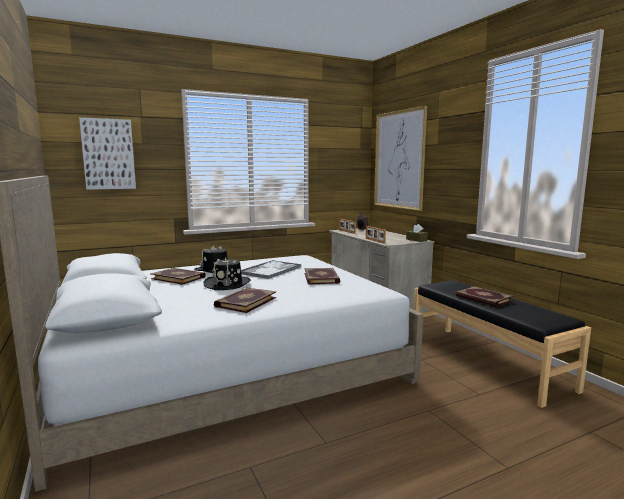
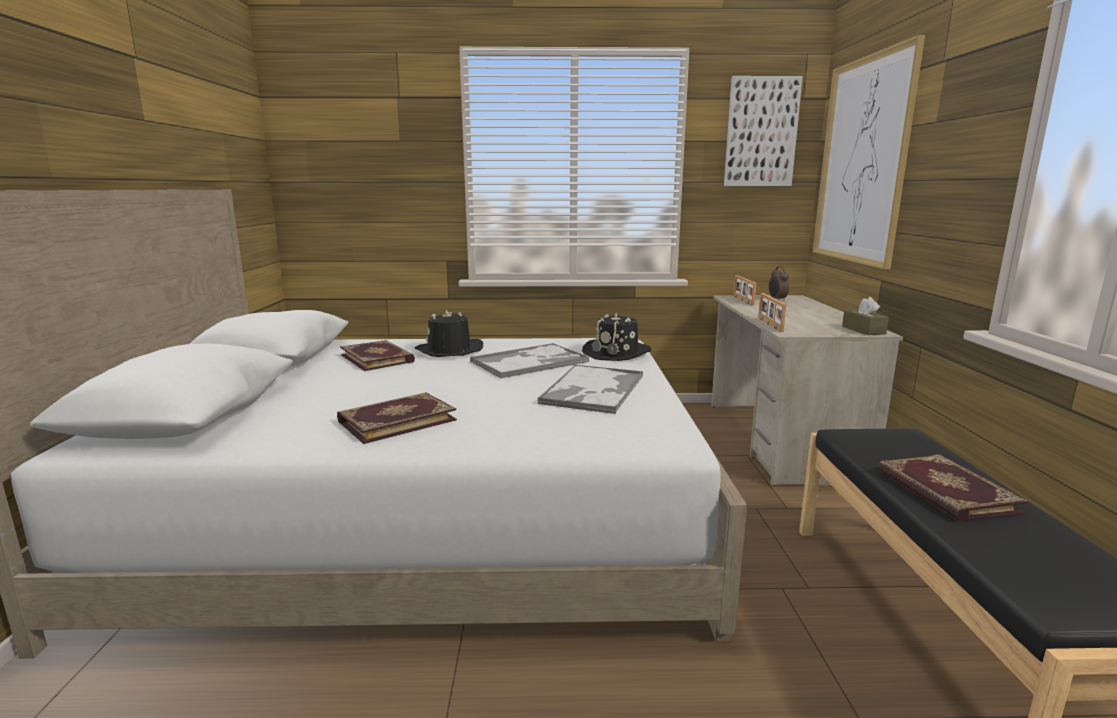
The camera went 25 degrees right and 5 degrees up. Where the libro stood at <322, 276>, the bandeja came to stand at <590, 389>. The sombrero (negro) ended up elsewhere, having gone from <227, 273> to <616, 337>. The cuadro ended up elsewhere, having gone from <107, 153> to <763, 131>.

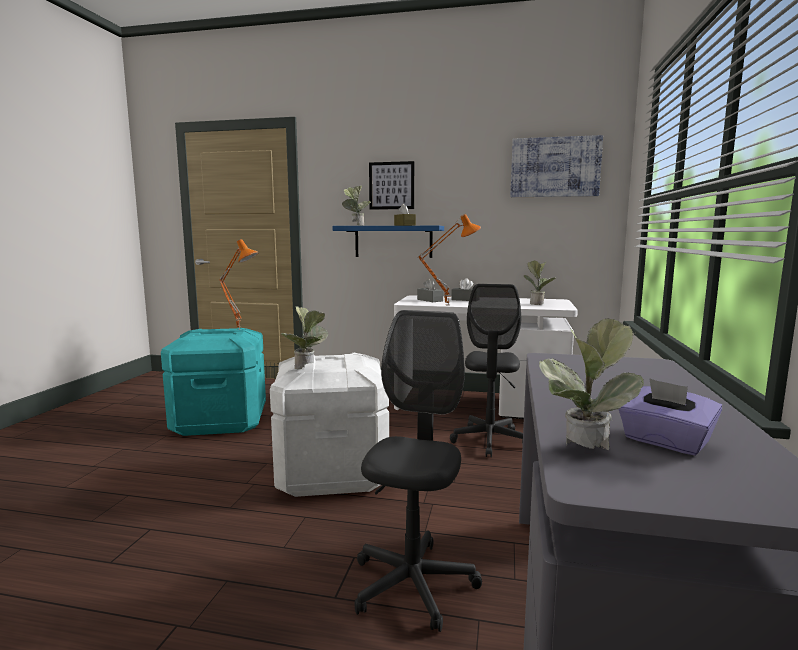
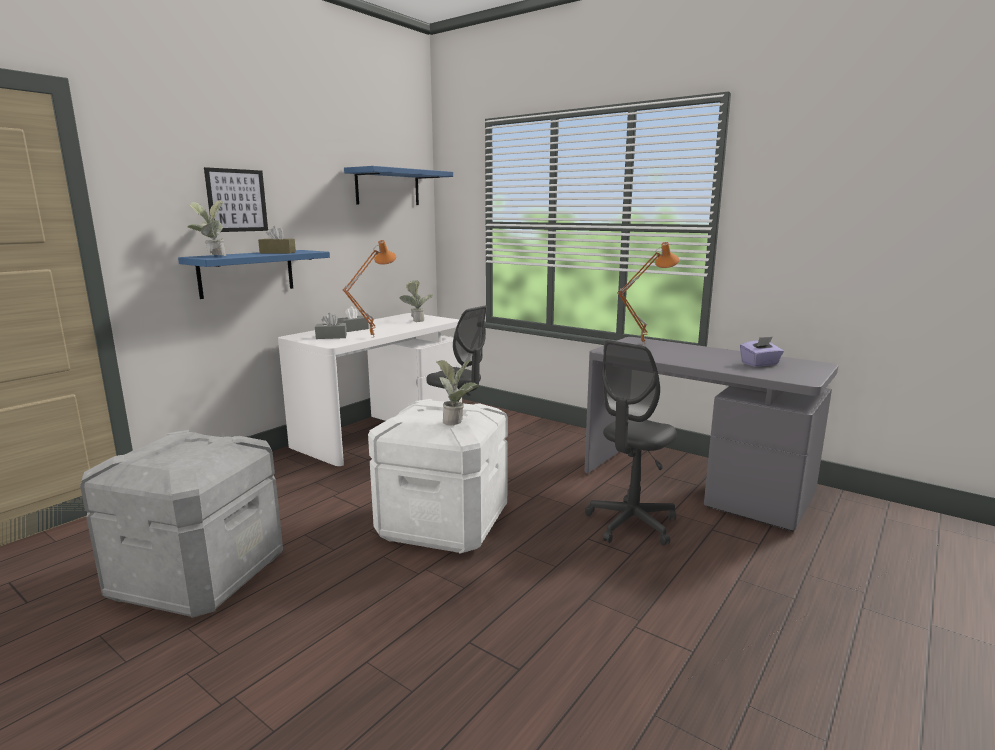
The camera went 65 degrees left and 5 degrees up. What was the caja de almacenaje (turquesa) at <213, 382> turned into the caja de almacenaje (gris) at <181, 524>. Where the cuadro hung at <556, 166>, the estante (azul) came to hang at <398, 185>. The silla de oficina (gris) at <418, 471> ended up facing another way, 90 degrees counterclockwise from before. The lámpara de mesa (naranja) ended up elsewhere, having gone from <239, 284> to <648, 293>. The second view lost the planta en maceta at <591, 384>.

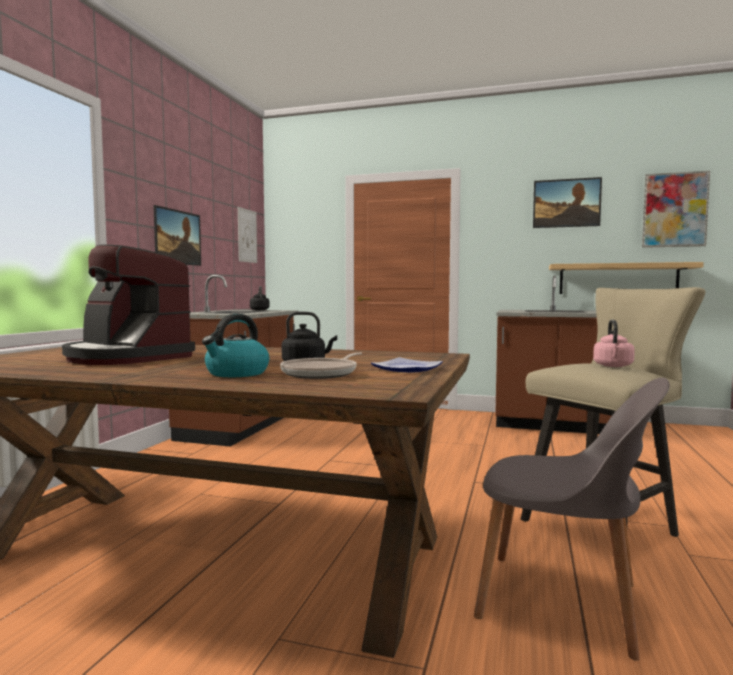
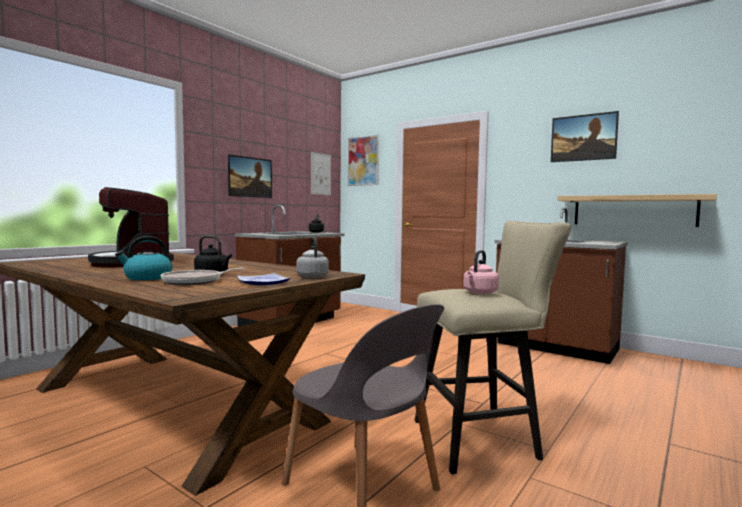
The camera went 20 degrees right and 0 degrees up. The second view gained the hervidor (gris) at <312, 257>. The cuadro ended up elsewhere, having gone from <676, 209> to <363, 160>.

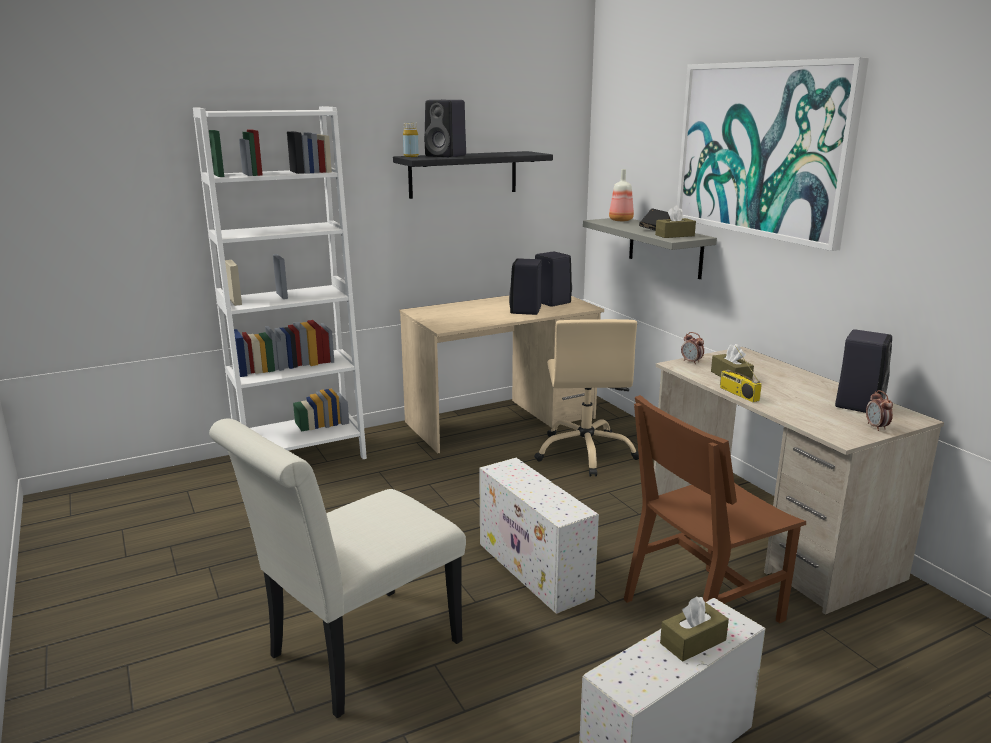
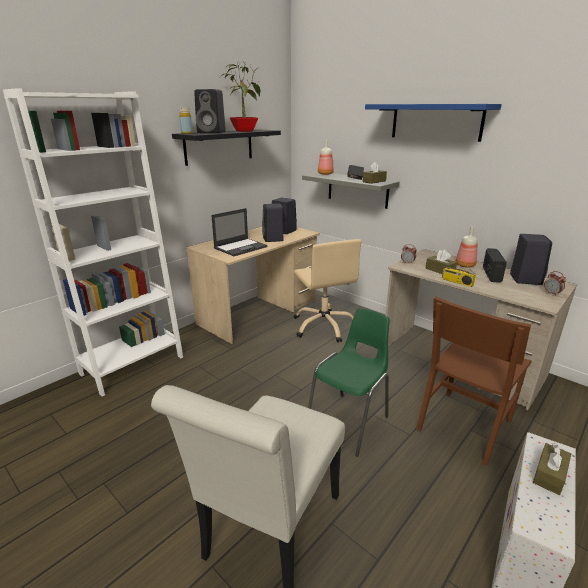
The camera went 20 degrees left and 5 degrees up. The second view gained the portátil at <239, 232>. The second view gained the planta en maceta at <240, 97>. Where the caja de almacenaje (blanco) stood at <539, 536>, the silla (verde) came to stand at <349, 382>. Where the cuadro hung at <773, 154>, the estante (azul) came to hang at <433, 123>. The second view gained the botella at <467, 247>. The second view gained the radio at <495, 265>.

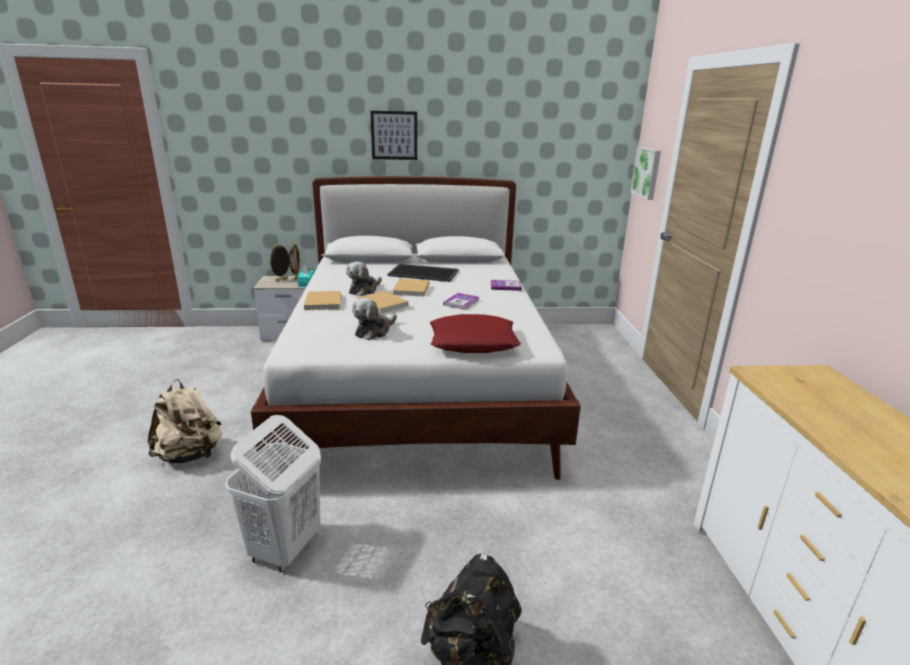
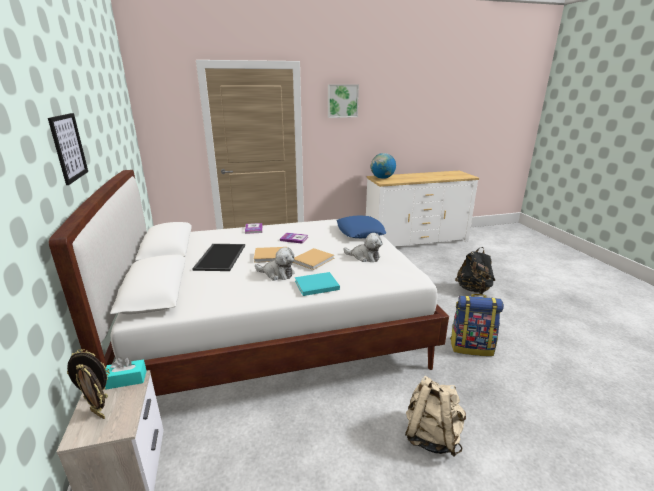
The camera went 100 degrees left and 0 degrees up. What was the libro (beis) at <323, 300> turned into the libro (turquesa) at <317, 284>. The cuadro ended up elsewhere, having gone from <646, 173> to <343, 101>. What was the cojín (rojo) at <475, 333> turned into the cojín (azul) at <361, 226>. The second view gained the globo terráqueo at <383, 166>. Where the cesto de la ropa (blanco) stood at <273, 493>, the mochila came to stand at <477, 325>.

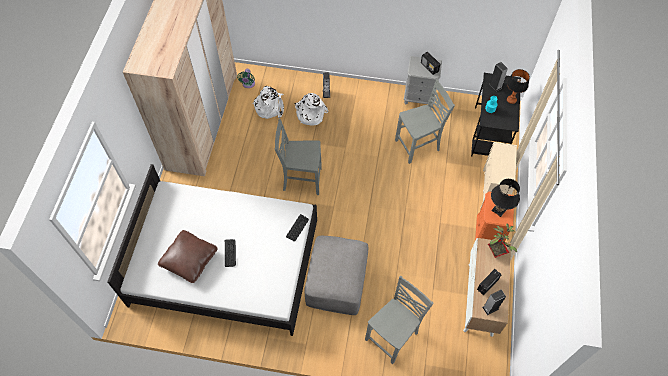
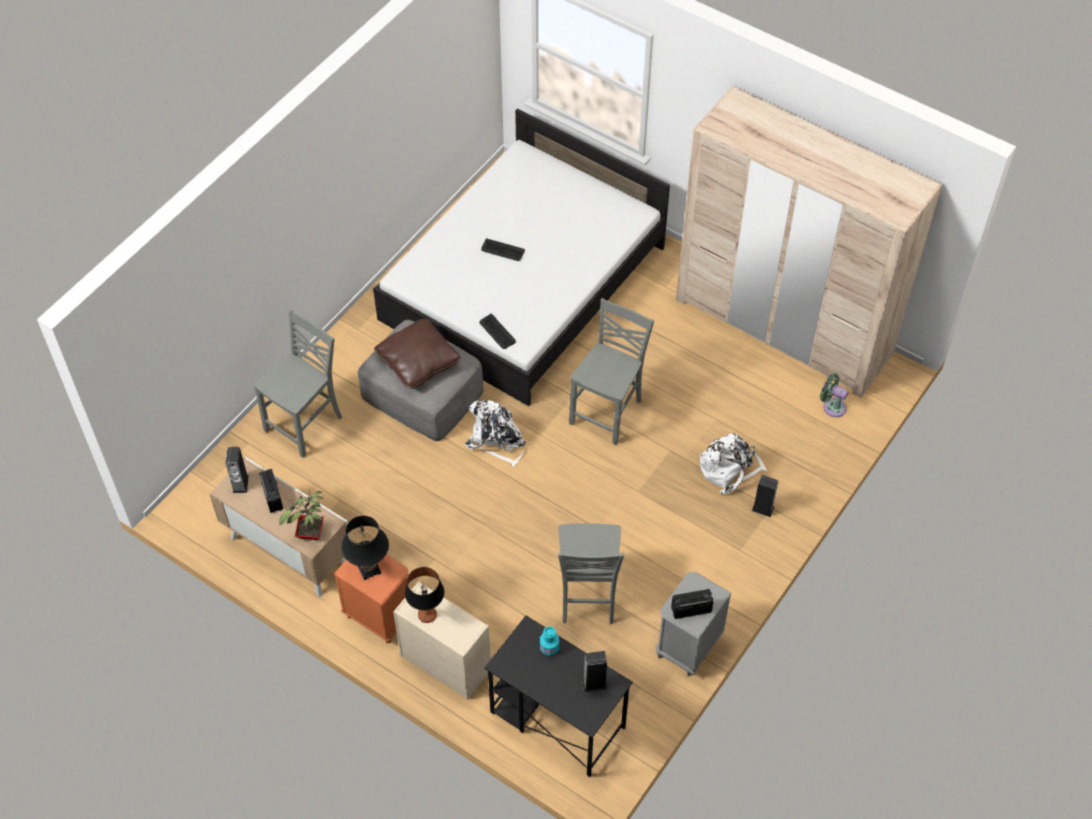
The camera went 115 degrees right and 5 degrees down. The silla (gris) at <399, 320> ended up facing another way, 120 degrees counterclockwise from before. The cojín (marrón) ended up elsewhere, having gone from <187, 256> to <417, 353>. The lámpara de mesa ended up elsewhere, having gone from <518, 86> to <424, 595>. The mochila (blanco) ended up elsewhere, having gone from <268, 102> to <495, 433>.

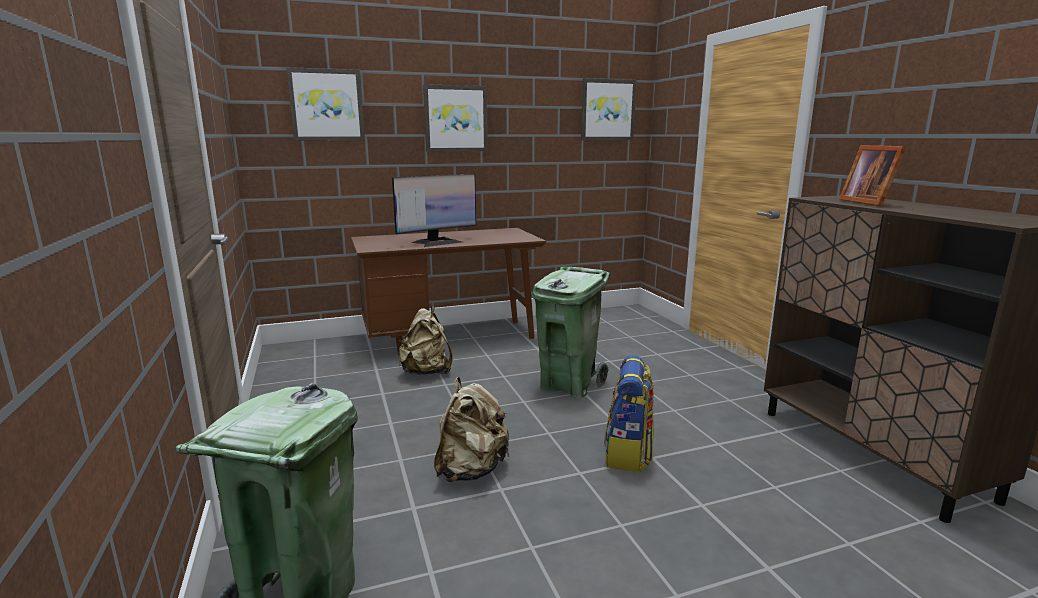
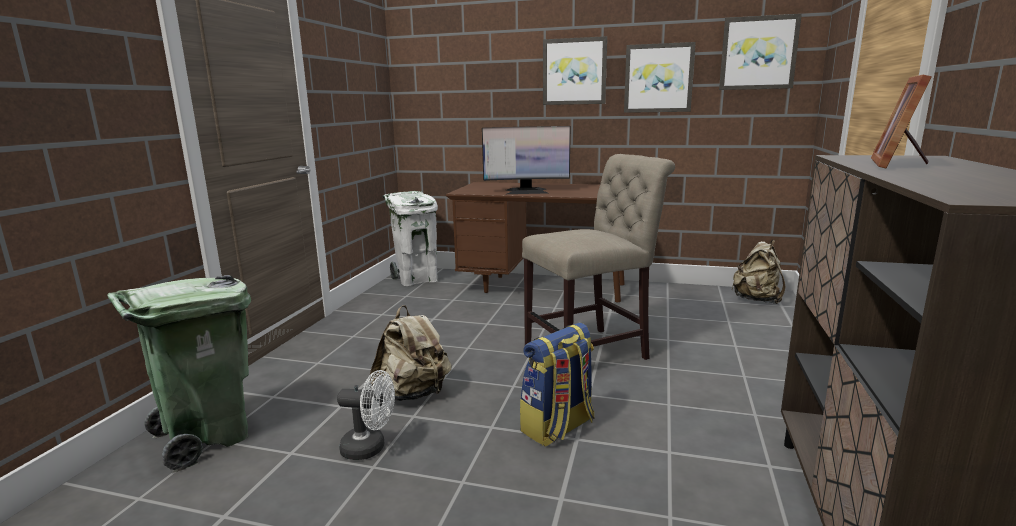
The camera went 35 degrees right and 0 degrees up. The second view gained the ventilador (blanco) at <366, 415>. The second view gained the papelera (blanco) at <410, 238>. Where the papelera (verde) stood at <571, 333>, the silla (beis) came to stand at <598, 257>. The cuadro ended up elsewhere, having gone from <325, 104> to <660, 77>. The mochila (beis) ended up elsewhere, having gone from <425, 340> to <759, 272>.

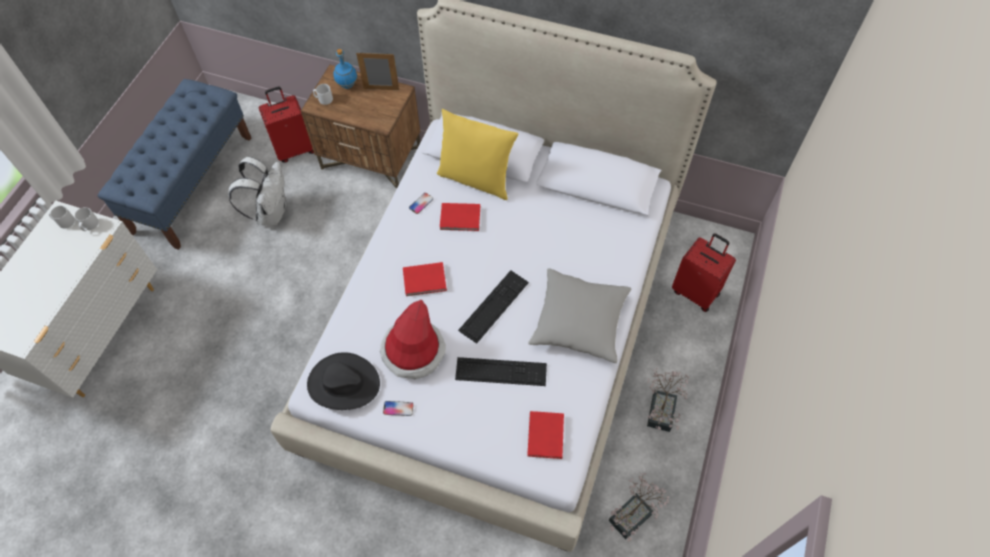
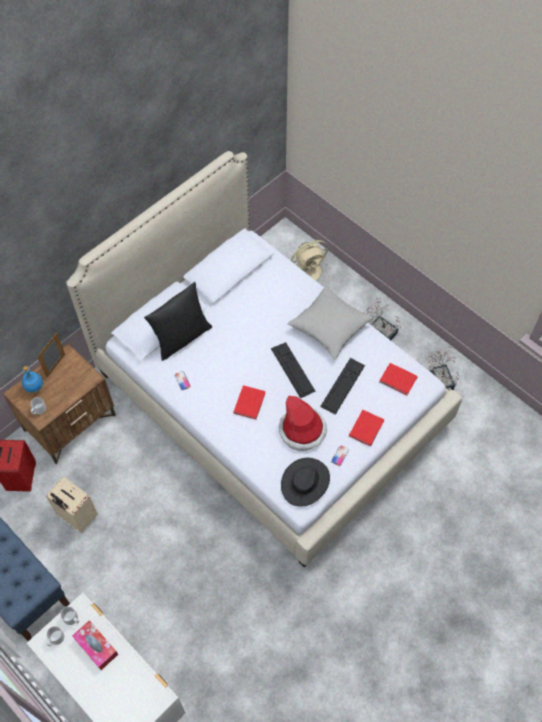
The camera went 65 degrees left and 0 degrees up. Where the mochila (blanco) stood at <257, 191>, the maleta (beis) came to stand at <72, 505>. The second view gained the caja de pañuelos at <95, 645>. What was the cojín (amarillo) at <477, 154> turned into the cojín (negro) at <178, 321>. Where the maleta (rojo) stood at <704, 273>, the ventilador (beis) came to stand at <310, 262>. The libro (rojo) ended up elsewhere, having gone from <460, 217> to <366, 428>.

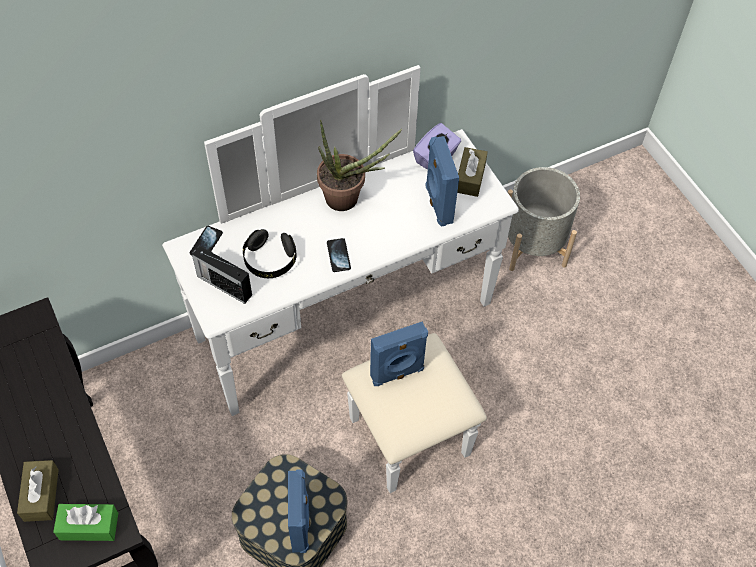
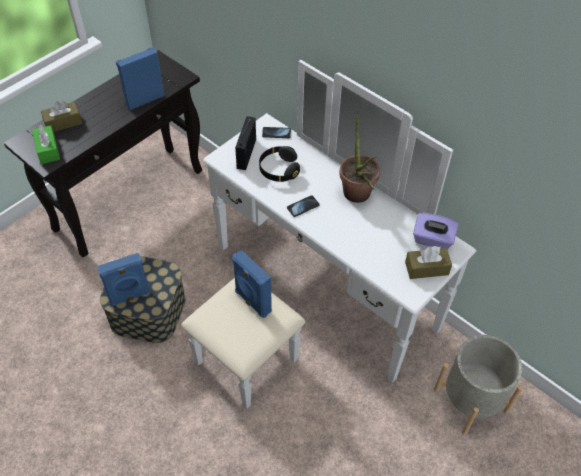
The camera went 70 degrees right and 5 degrees down. The altavoz (azul) ended up elsewhere, having gone from <442, 181> to <140, 78>.

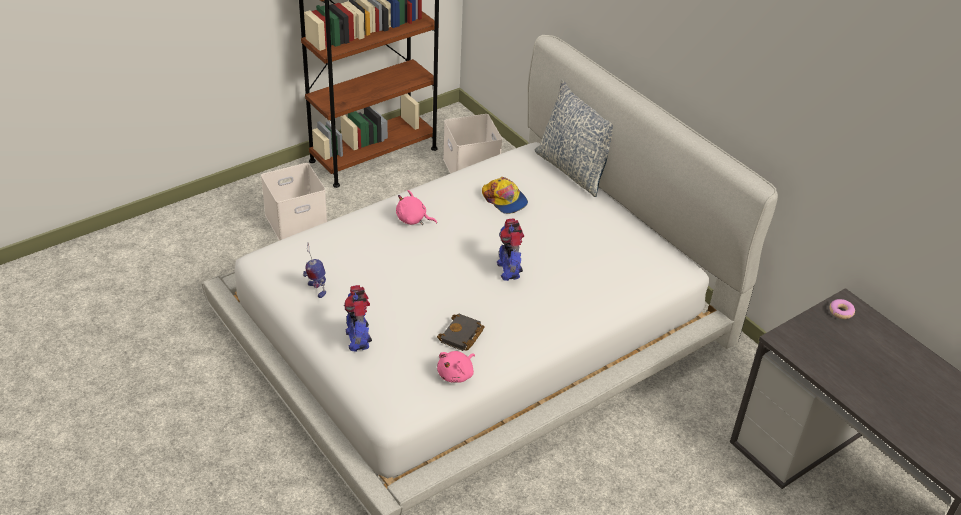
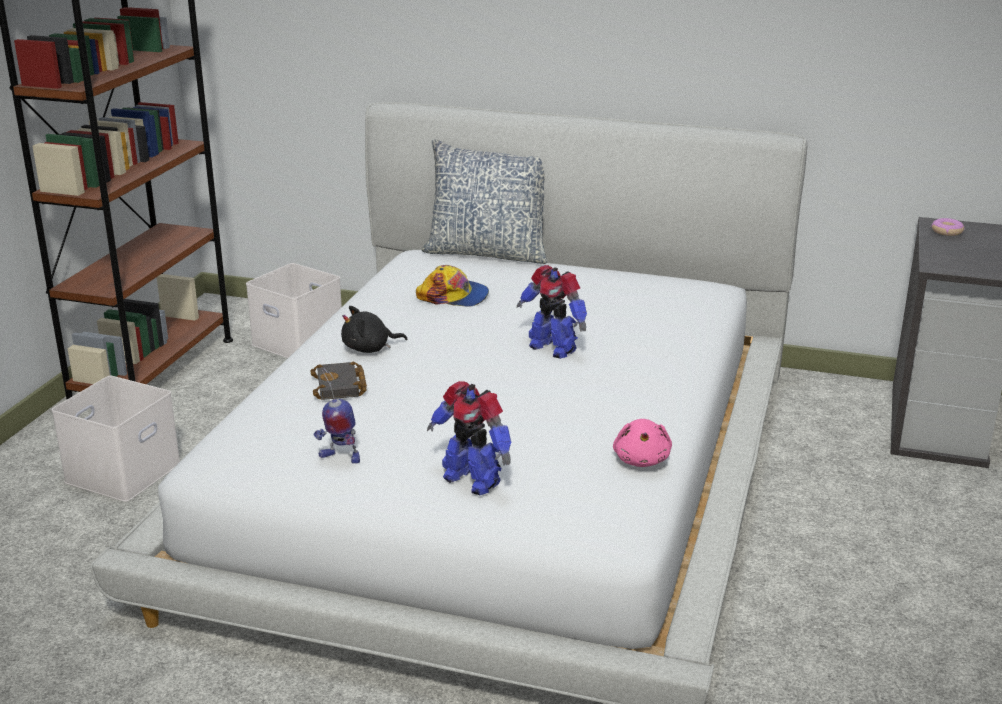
The camera went 35 degrees left and 15 degrees down. The libro (negro) ended up elsewhere, having gone from <461, 332> to <338, 380>. What was the peluche (rosa) at <416, 207> turned into the peluche (negro) at <374, 329>.

